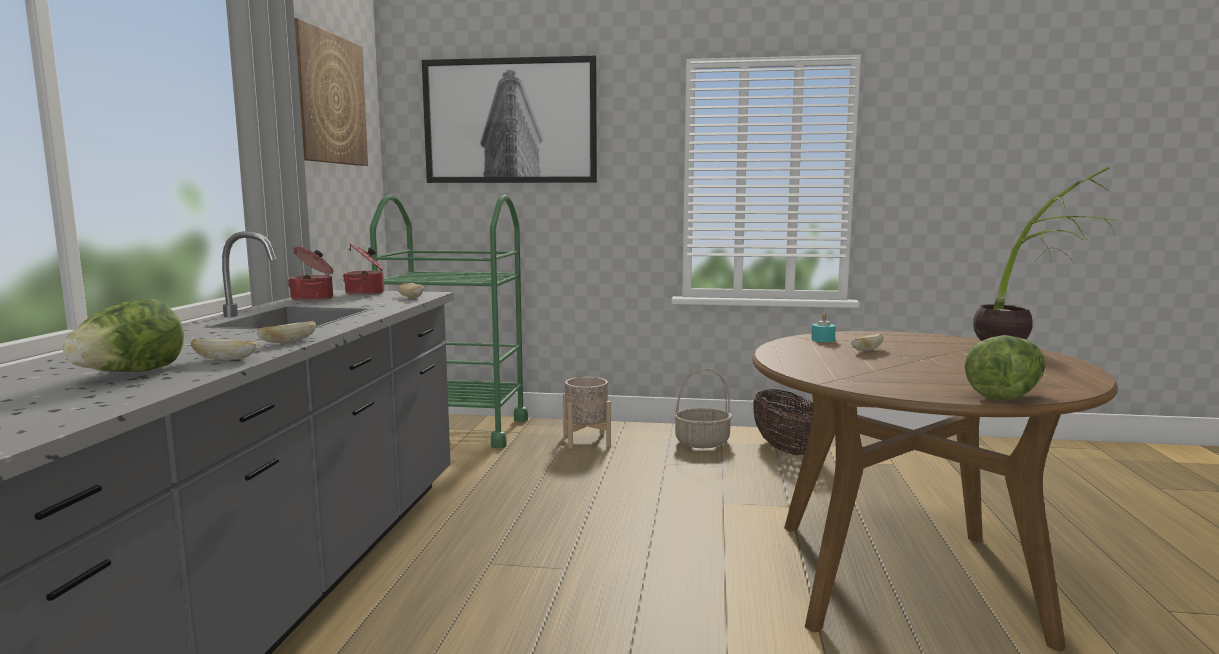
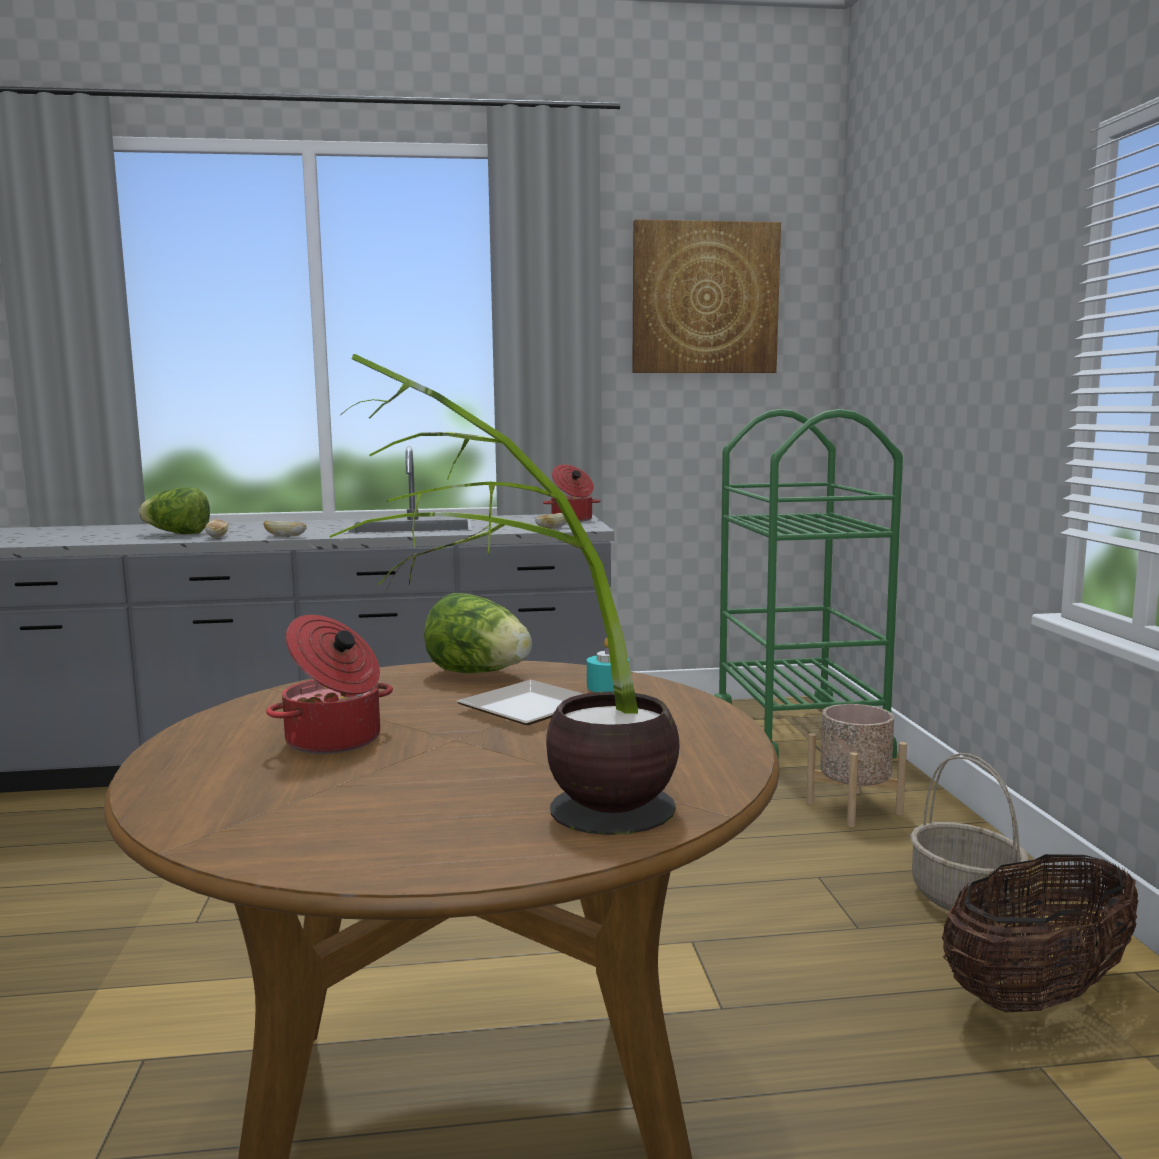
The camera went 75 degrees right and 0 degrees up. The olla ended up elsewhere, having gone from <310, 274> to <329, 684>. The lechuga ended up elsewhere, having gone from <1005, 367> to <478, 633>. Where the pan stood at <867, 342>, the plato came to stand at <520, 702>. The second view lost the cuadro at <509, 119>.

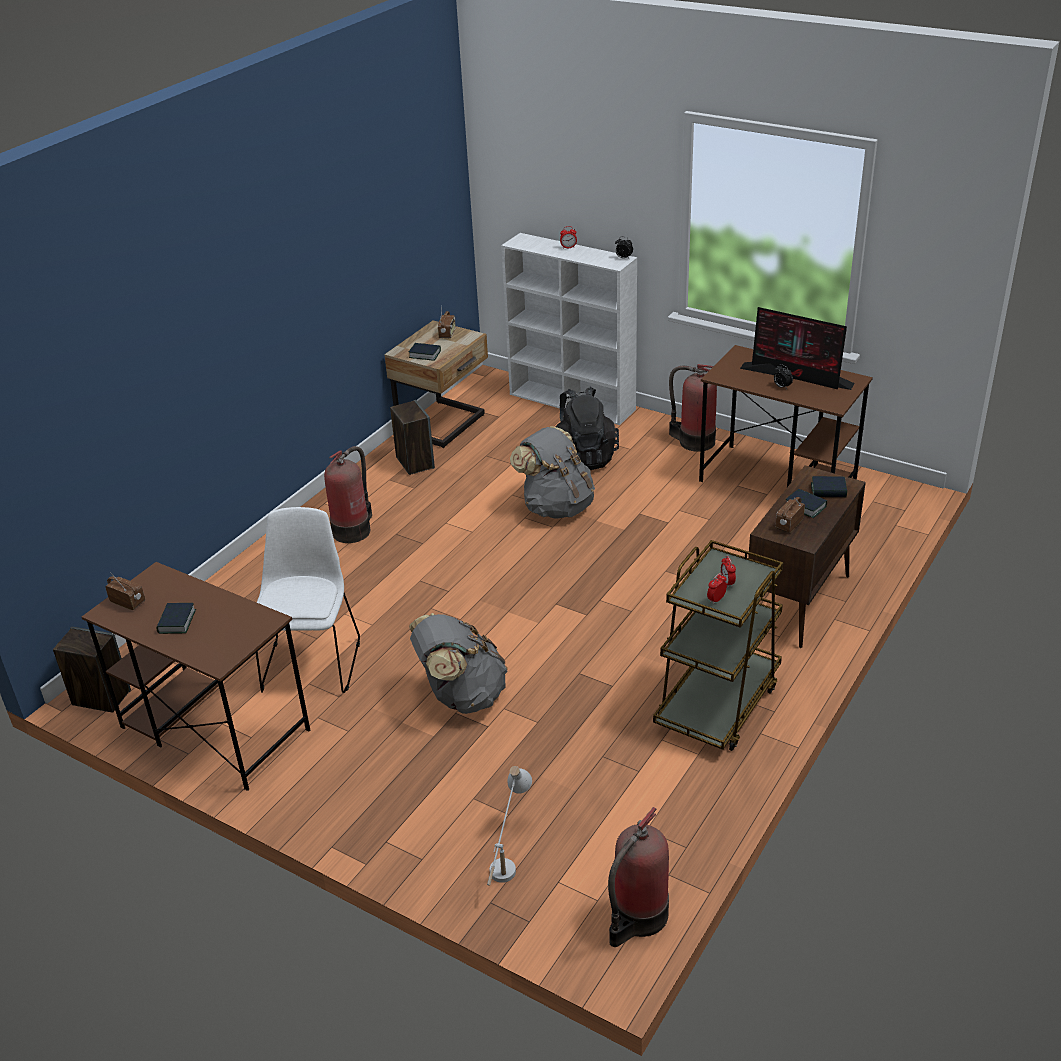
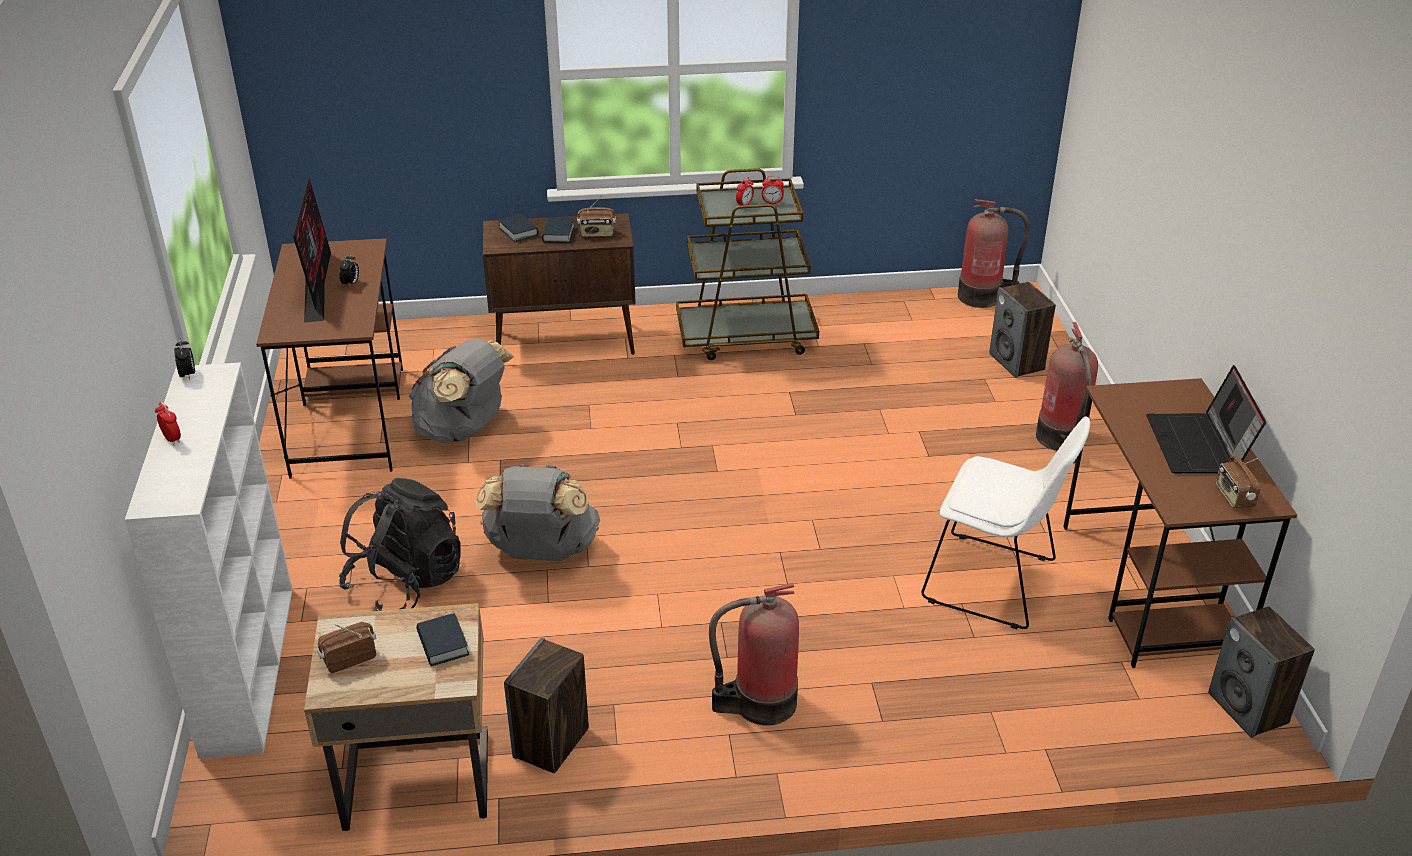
The camera went 130 degrees left and 0 degrees up. The mochila (gris) ended up elsewhere, having gone from <458, 663> to <461, 390>. The silla (blanco) at <308, 600> ended up facing another way, 120 degrees counterclockwise from before. Where the lámpara de mesa (blanco) stood at <509, 826>, the altavoz came to stand at <1022, 330>. The extintor ended up elsewhere, having gone from <693, 408> to <1067, 392>. Where the libro stood at <176, 618>, the portátil came to stand at <1206, 419>.

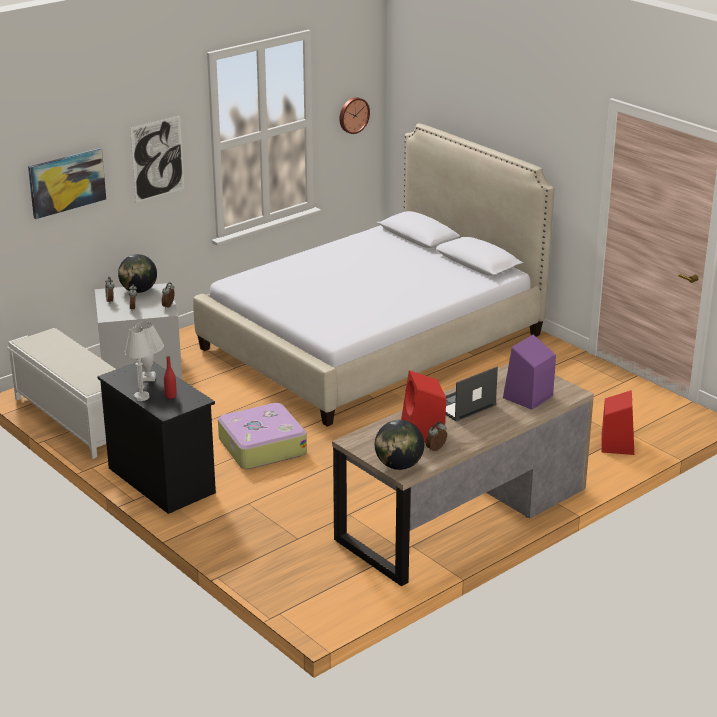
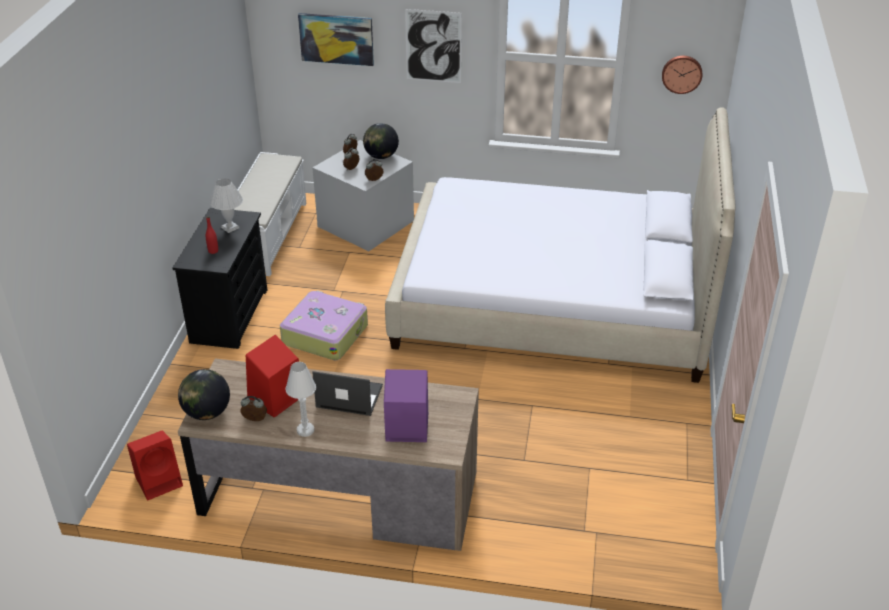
The camera went 50 degrees right and 10 degrees up. The altavoz (rojo) ended up elsewhere, having gone from <617, 422> to <155, 465>. The lámpara de mesa (blanco) ended up elsewhere, having gone from <138, 364> to <300, 399>.

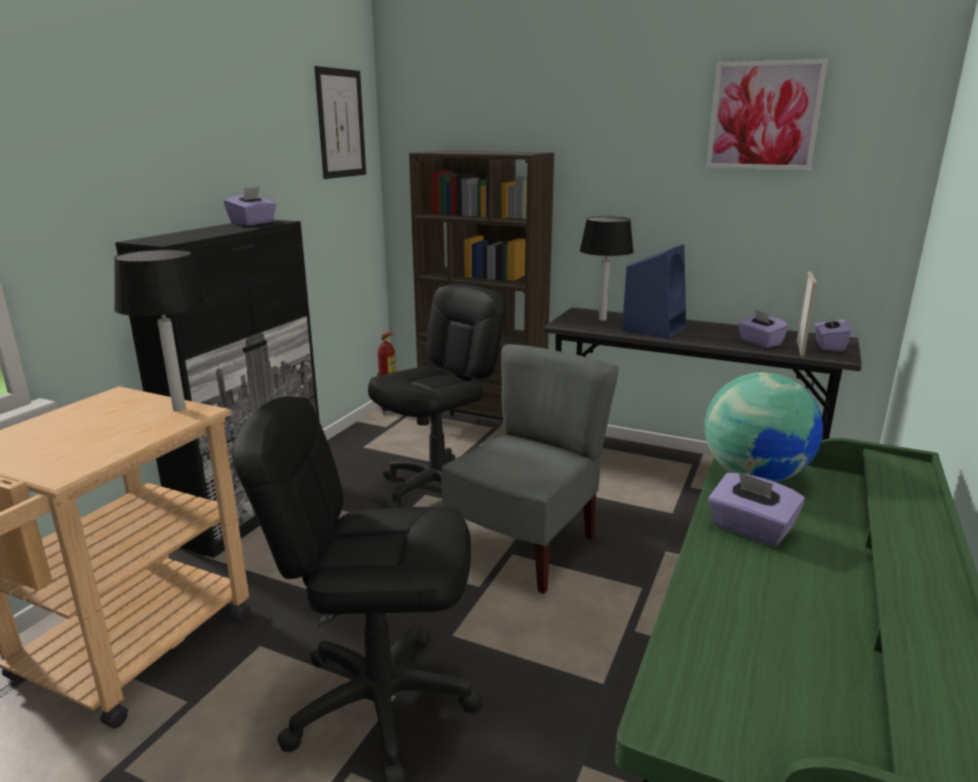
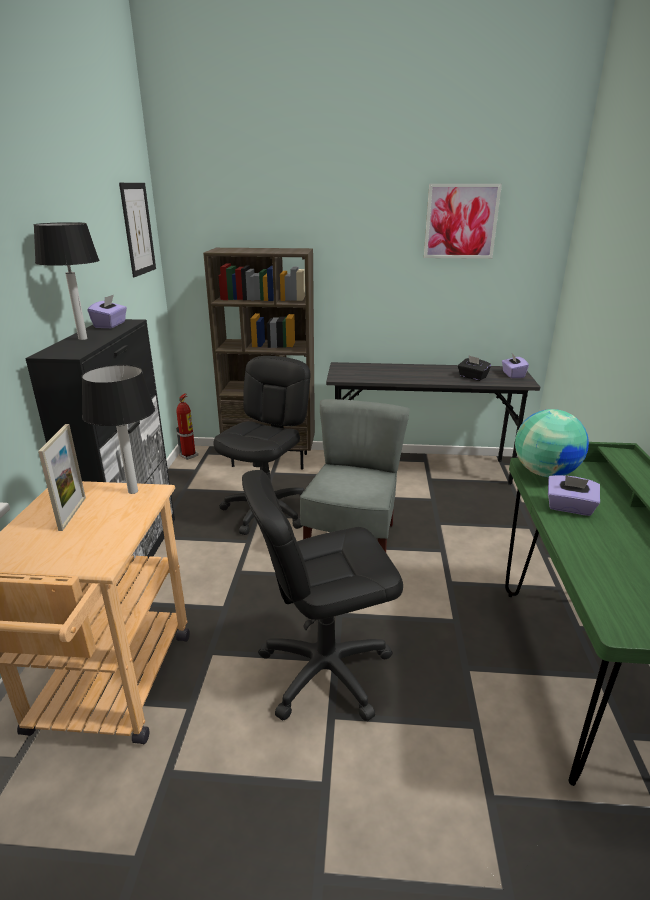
The camera went 20 degrees left and 5 degrees up. The lámpara de mesa ended up elsewhere, having gone from <607, 268> to <66, 281>. The portarretratos ended up elsewhere, having gone from <806, 314> to <62, 477>. What was the caja de pañuelos (morado) at <763, 328> turned into the caja de pañuelos (negro) at <474, 368>. The second view lost the altavoz (azul) at <654, 291>.

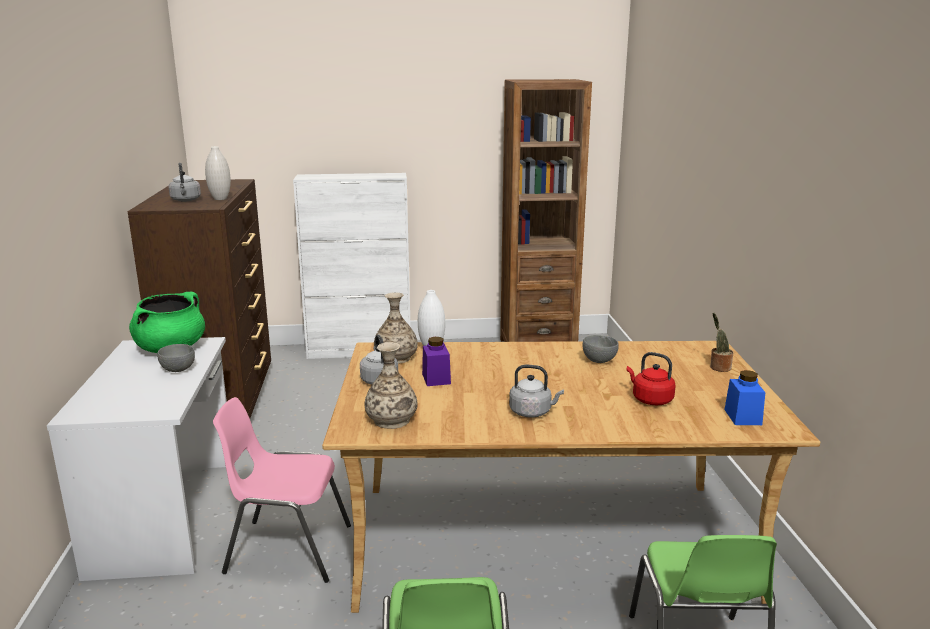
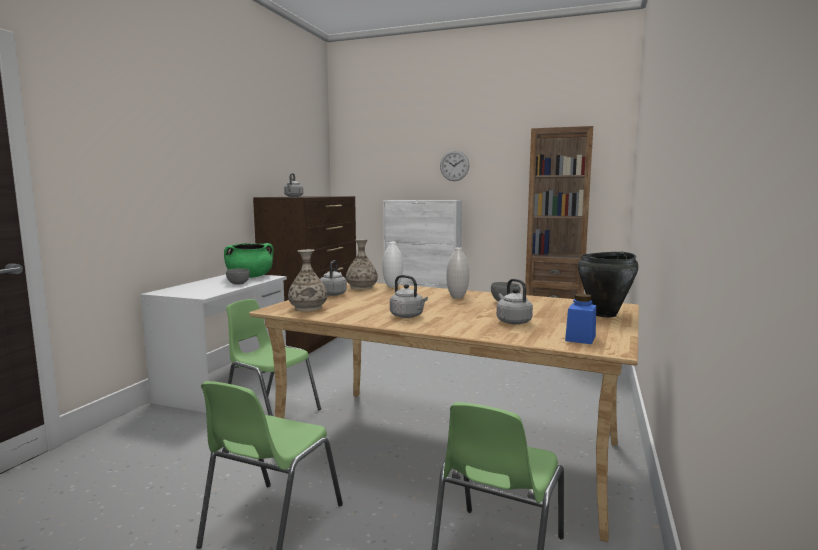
The camera went 25 degrees right and 10 degrees down. What was the silla (rosa) at <282, 490> turned into the silla (verde) at <273, 357>. The second view gained the reloj de pared at <454, 166>. The florero (blanco) ended up elsewhere, having gone from <218, 173> to <457, 273>. What was the hervidor (rojo) at <651, 378> turned into the hervidor (gris) at <515, 301>. Where the planta en maceta stood at <721, 342>, the olla (negro) came to stand at <608, 284>. The second view lost the tarro (morado) at <436, 361>.

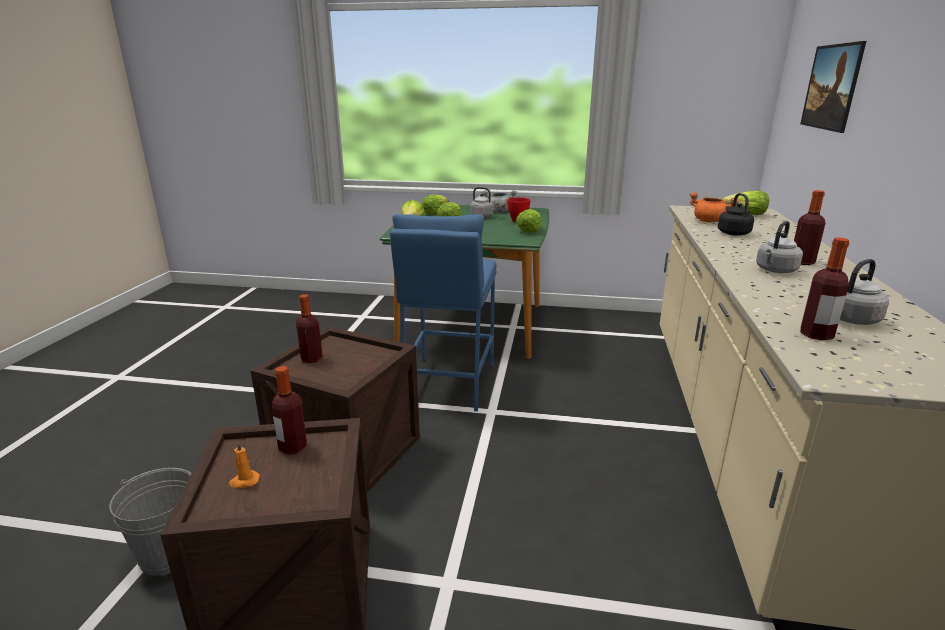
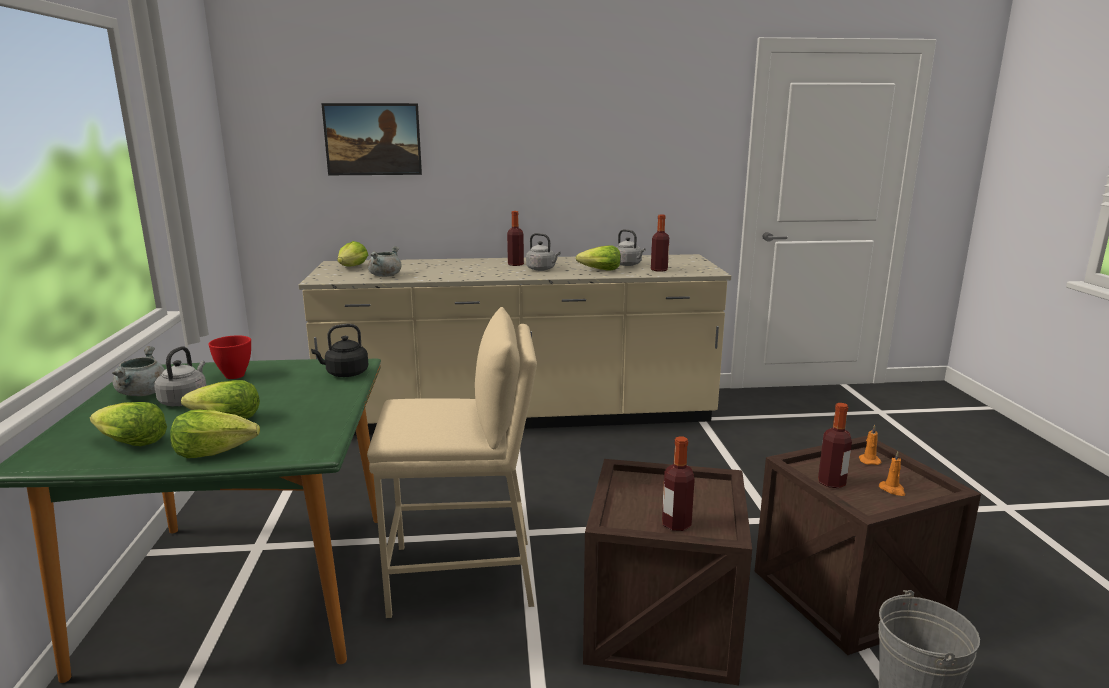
The camera went 105 degrees left and 5 degrees down. The hervidor (negro) ended up elsewhere, having gone from <736, 214> to <340, 350>. What was the taburete (azul) at <443, 313> turned into the taburete (beis) at <452, 462>. What was the olla (naranja) at <714, 207> turned into the olla (gris) at <385, 261>. The lechuga ended up elsewhere, having gone from <528, 221> to <598, 258>. The second view gained the vela (naranja) at <870, 445>.

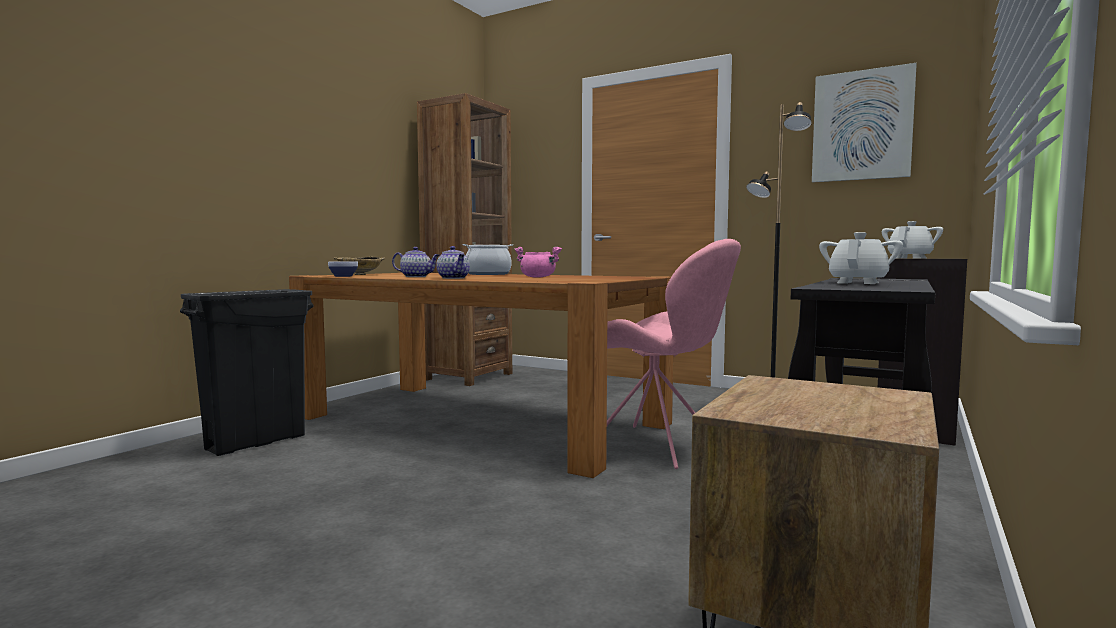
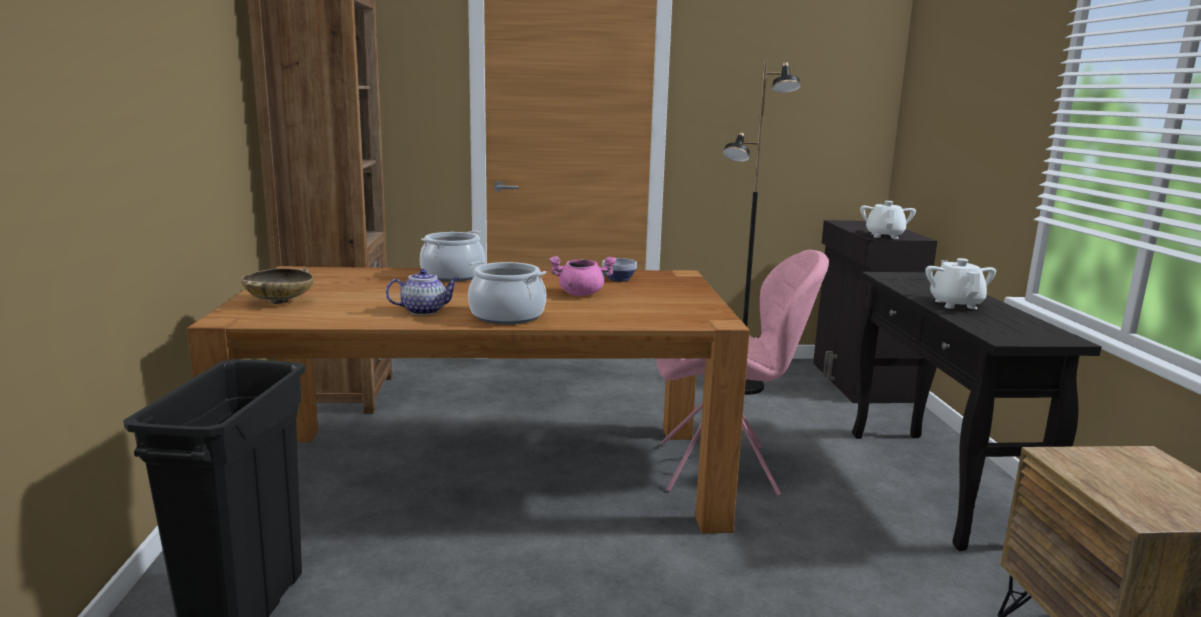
The camera went 35 degrees left and 10 degrees up. Where the tetera stood at <453, 262>, the olla came to stand at <507, 292>. The cuenco ended up elsewhere, having gone from <343, 269> to <619, 270>. The second view lost the cuadro at <864, 123>.

